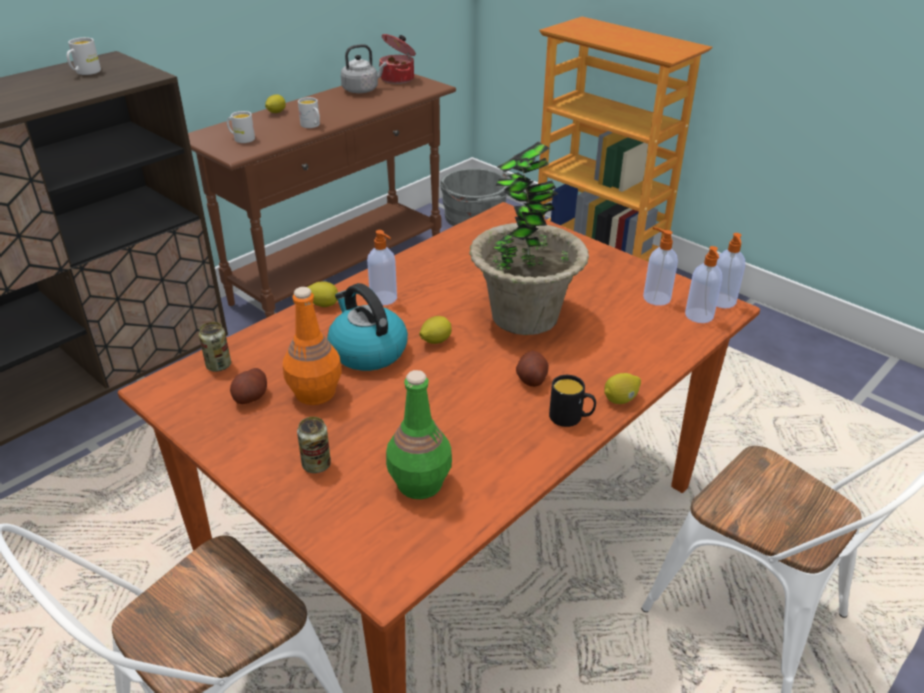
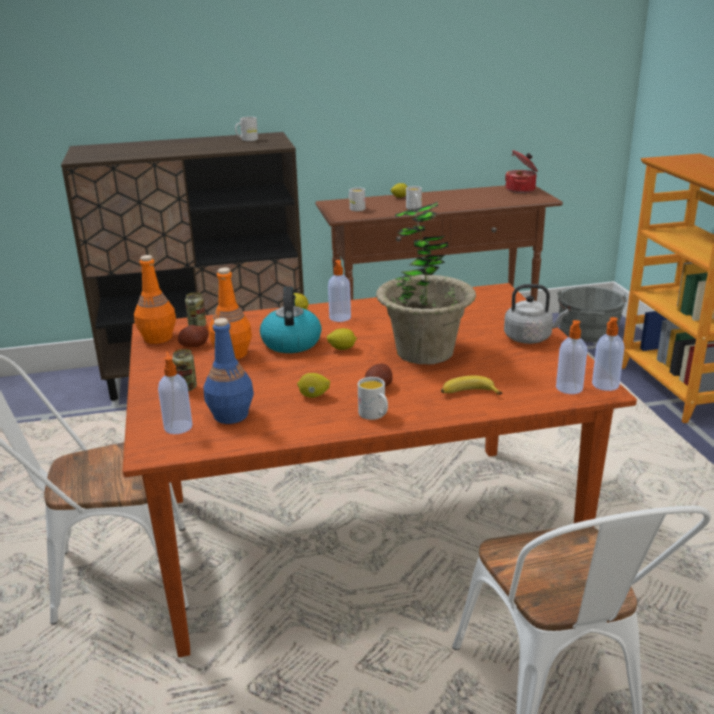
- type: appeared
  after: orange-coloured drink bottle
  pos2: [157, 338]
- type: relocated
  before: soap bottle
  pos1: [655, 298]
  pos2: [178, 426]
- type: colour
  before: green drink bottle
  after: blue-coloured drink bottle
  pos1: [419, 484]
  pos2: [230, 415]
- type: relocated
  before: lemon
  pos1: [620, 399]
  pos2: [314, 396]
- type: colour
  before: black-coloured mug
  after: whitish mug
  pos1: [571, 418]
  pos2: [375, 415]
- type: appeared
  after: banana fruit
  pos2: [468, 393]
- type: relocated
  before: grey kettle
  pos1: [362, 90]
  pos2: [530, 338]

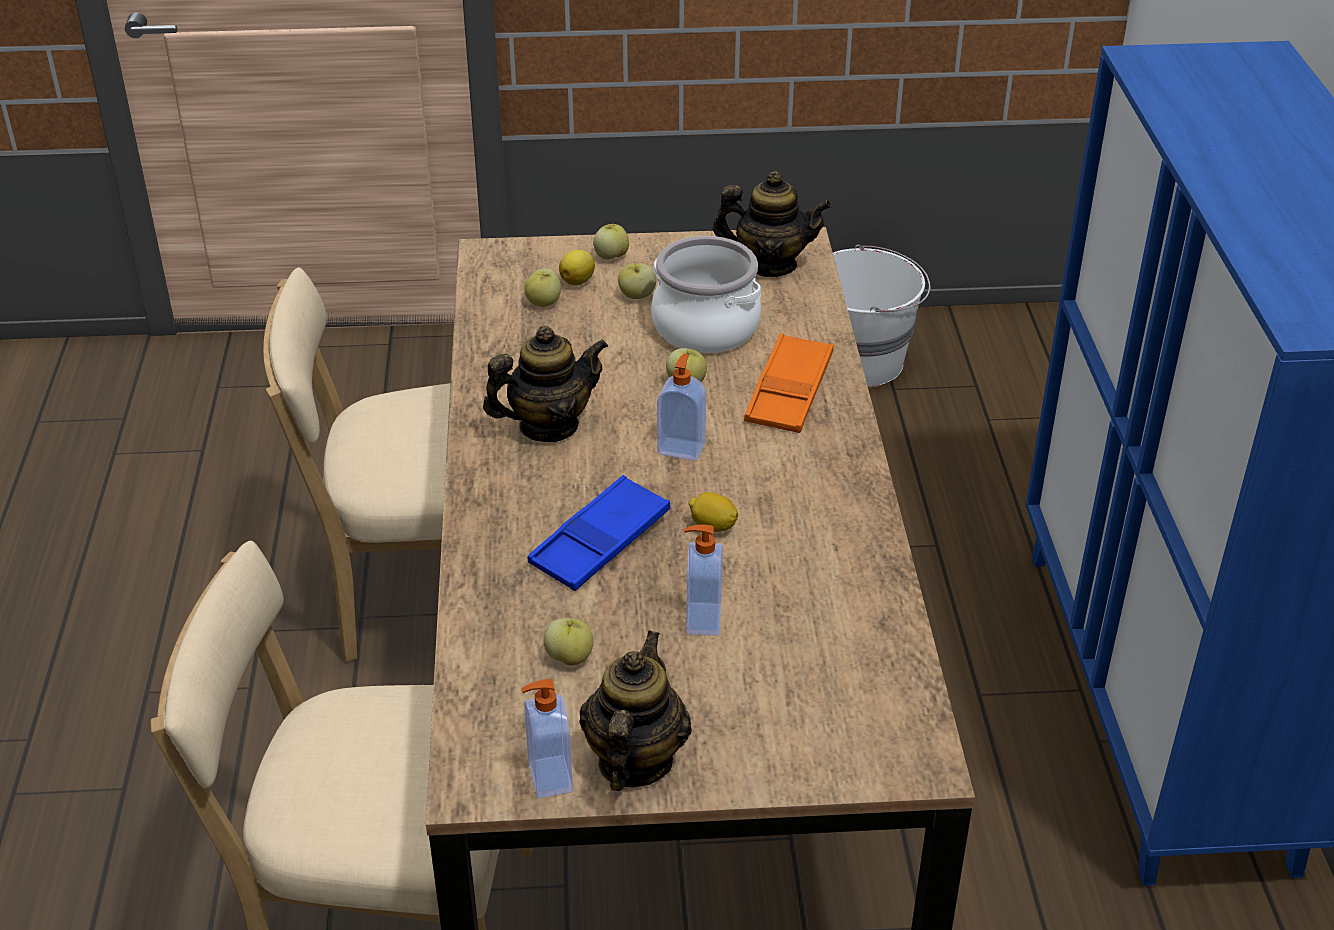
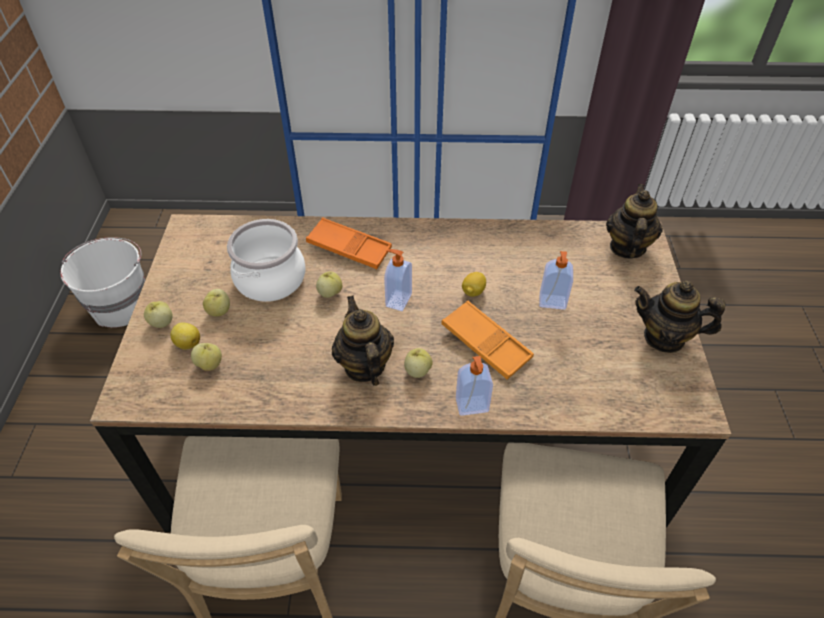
- type: relocated
  before: apple fruit
  pos1: [570, 657]
  pos2: [417, 371]
- type: colour
  before: blue-coloured serving tray
  after: orange-coloured serving tray
  pos1: [600, 542]
  pos2: [486, 343]
- type: relocated
  before: soap bottle
  pos1: [548, 777]
  pos2: [472, 406]
- type: relocated
  before: tea pot
  pos1: [770, 265]
  pos2: [626, 247]

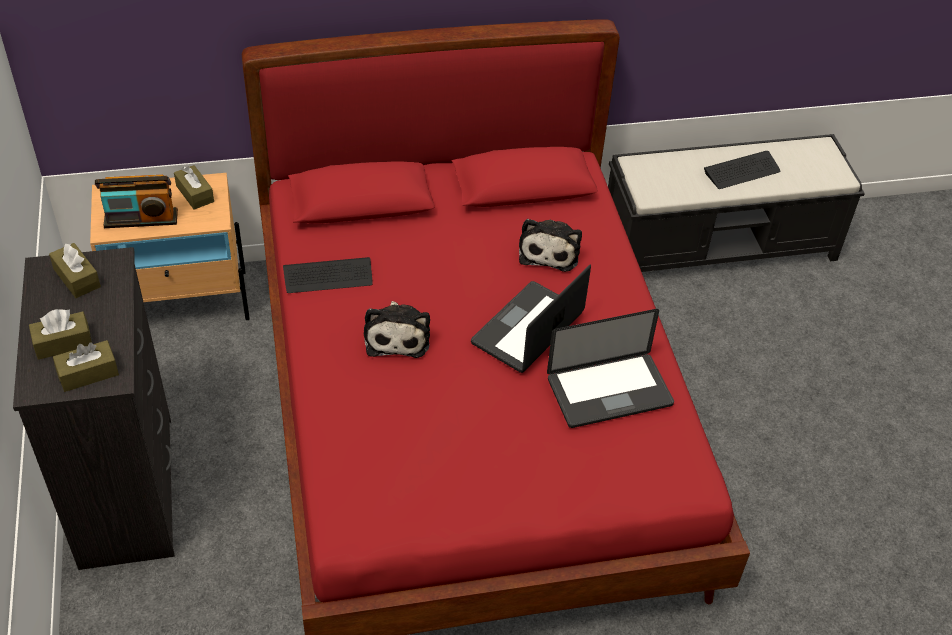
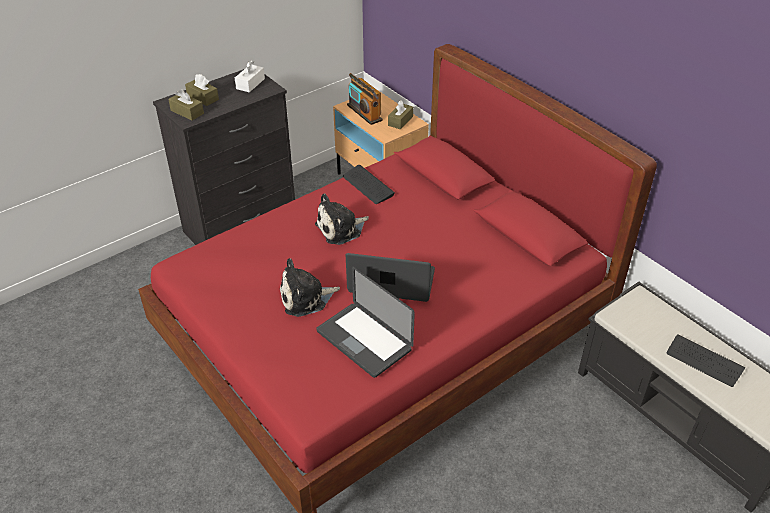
- type: colour
  before: brown-coloured tissue holder
  after: whitish tissue holder
  pos1: [77, 278]
  pos2: [250, 84]
- type: relocated
  before: soft toy
  pos1: [549, 250]
  pos2: [306, 298]

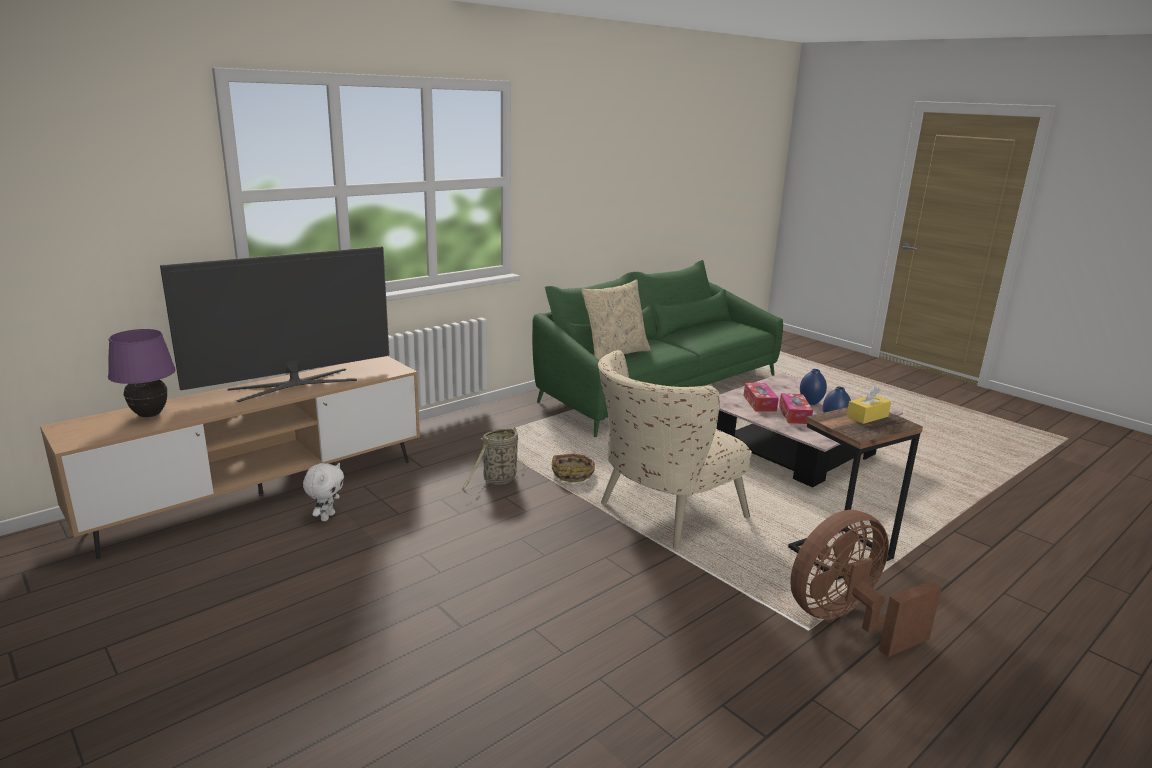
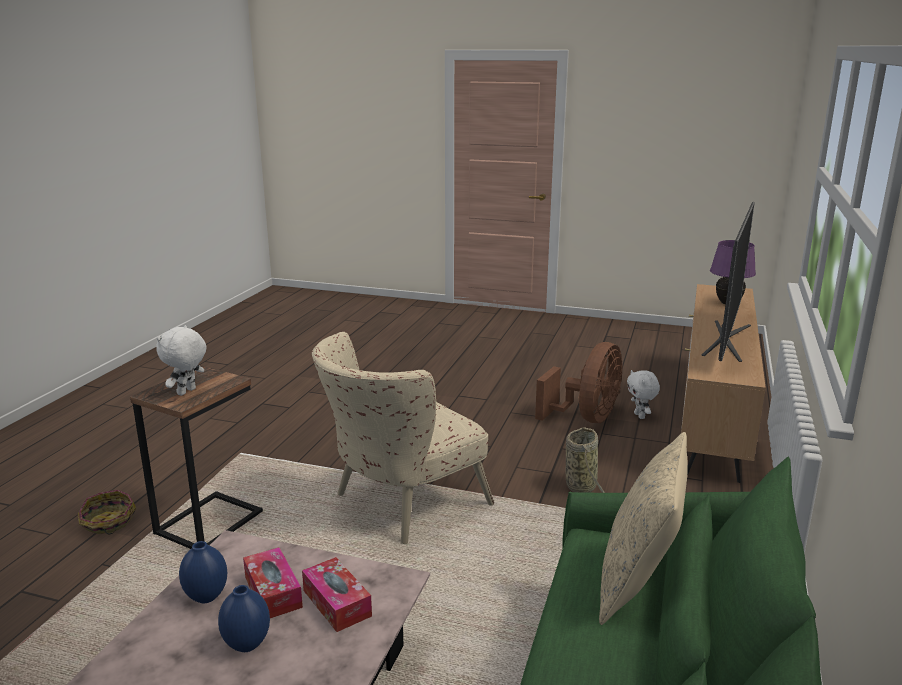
- type: relocated
  before: basket
  pos1: [573, 474]
  pos2: [108, 522]
- type: exchanged
  before: yellow tissue holder
  after: whitish soft toy
  pos1: [867, 416]
  pos2: [187, 392]
- type: spun
  before: beige-coloured armchair
  pos1: [661, 514]
  pos2: [399, 504]
  turn: -150
- type: relocated
  before: brown-coloured cooling fan
  pos1: [846, 620]
  pos2: [587, 418]

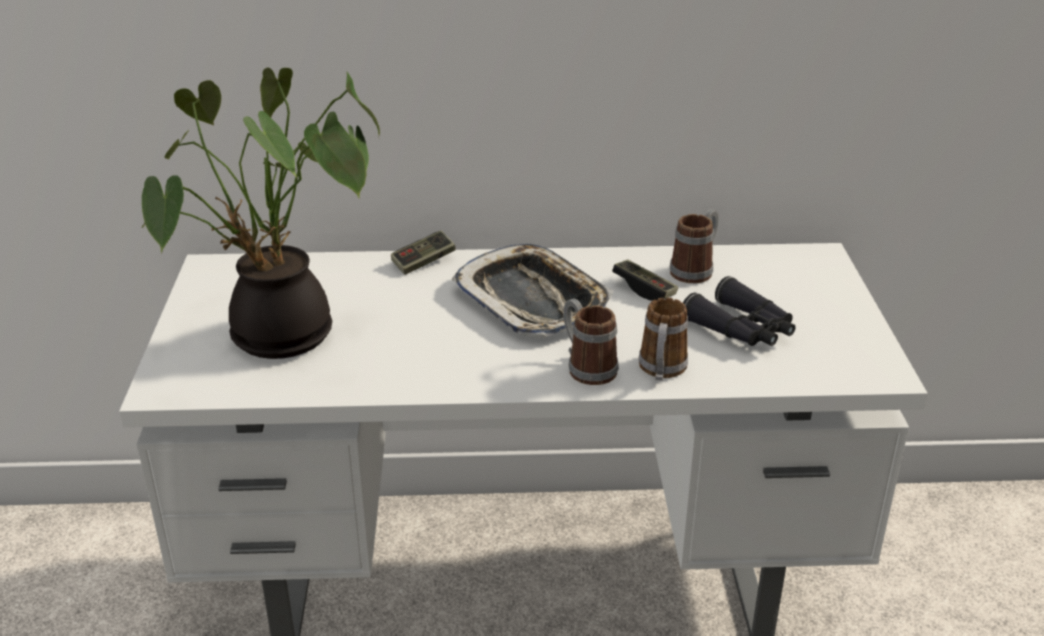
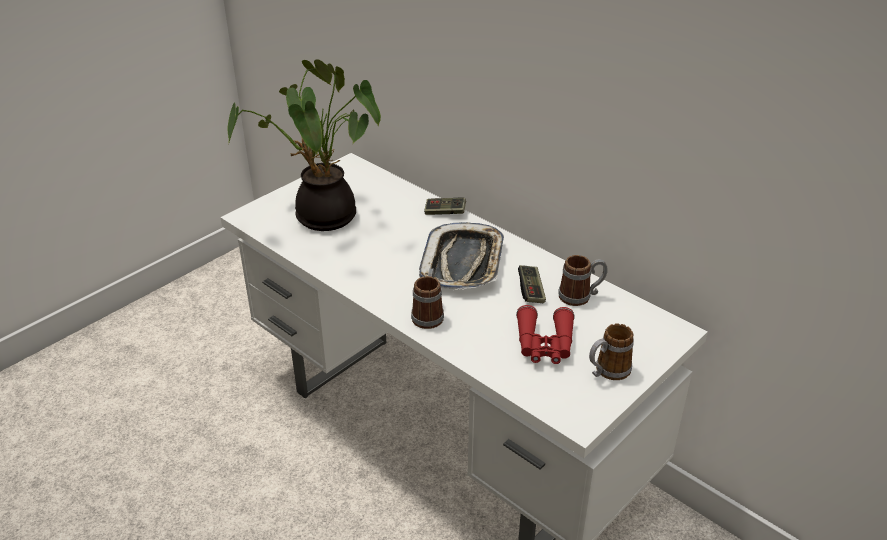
- type: colour
  before: black-coloured pair of binoculars
  after: red pair of binoculars
  pos1: [742, 329]
  pos2: [544, 344]
- type: relocated
  before: mug
  pos1: [661, 371]
  pos2: [607, 372]

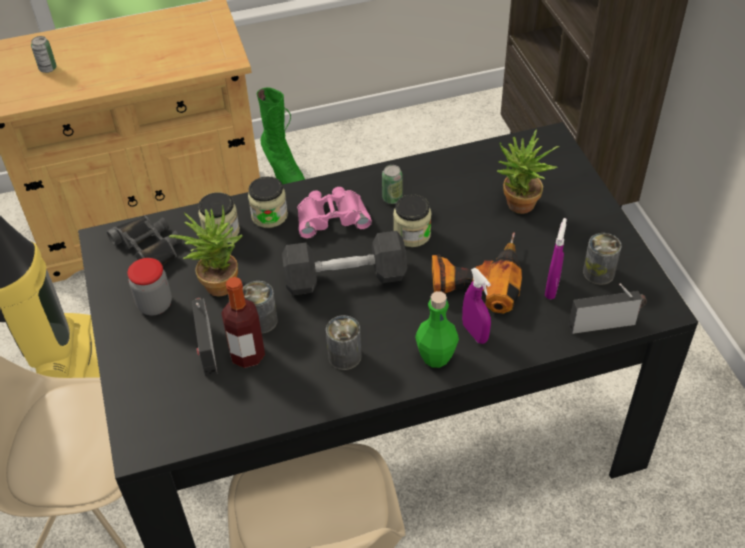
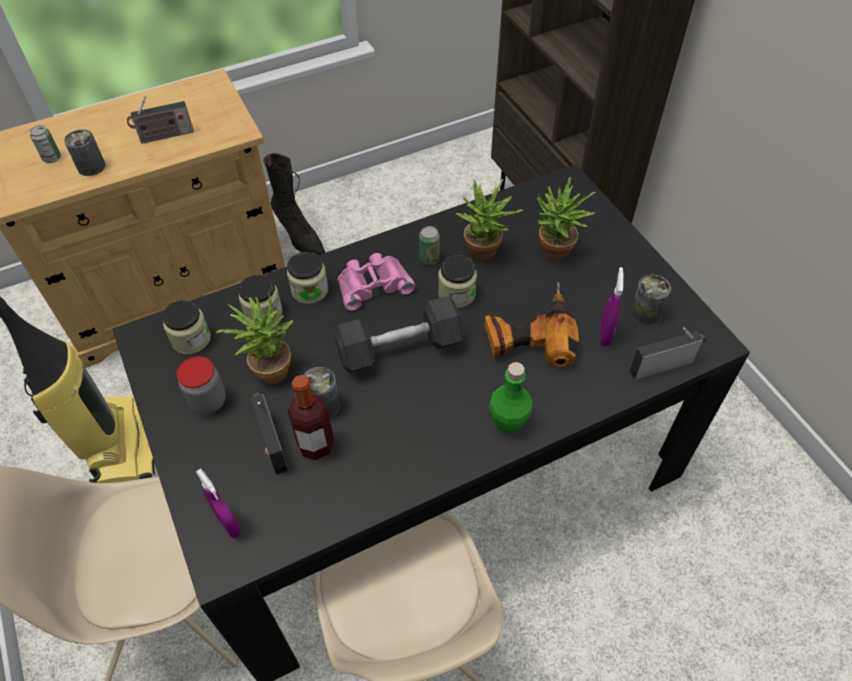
- type: relocated
  before: sealed can
  pos1: [345, 356]
  pos2: [91, 167]
- type: appeared
  after: radio receiver
  pos2: [164, 136]
- type: exchanged
  before: black-coloured pair of binoculars
  after: jar
  pos1: [149, 247]
  pos2: [191, 339]
- type: relocated
  before: purplish hand sprayer
  pos1: [475, 333]
  pos2: [228, 523]
- type: colour
  before: green tall boot
  after: black-coloured tall boot
  pos1: [286, 178]
  pos2: [299, 237]
- type: appeared
  after: houseplant
  pos2: [485, 255]

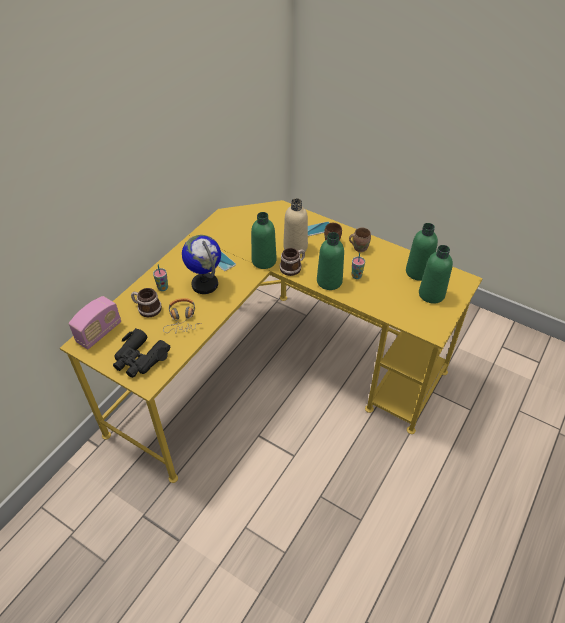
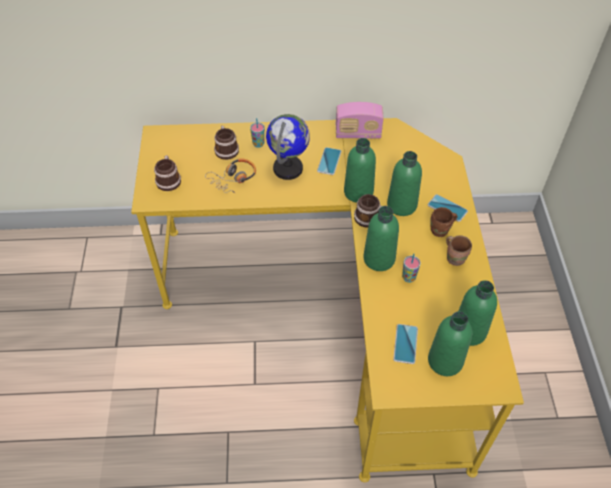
- type: exchanged
  before: black-coloured pair of binoculars
  after: mug
  pos1: [140, 359]
  pos2: [168, 179]
- type: relocated
  before: radio receiver
  pos1: [99, 333]
  pos2: [358, 133]
- type: colour
  before: beige-coloured drink bottle
  after: green drink bottle
  pos1: [295, 247]
  pos2: [402, 205]
- type: appeared
  after: phone
  pos2: [405, 344]

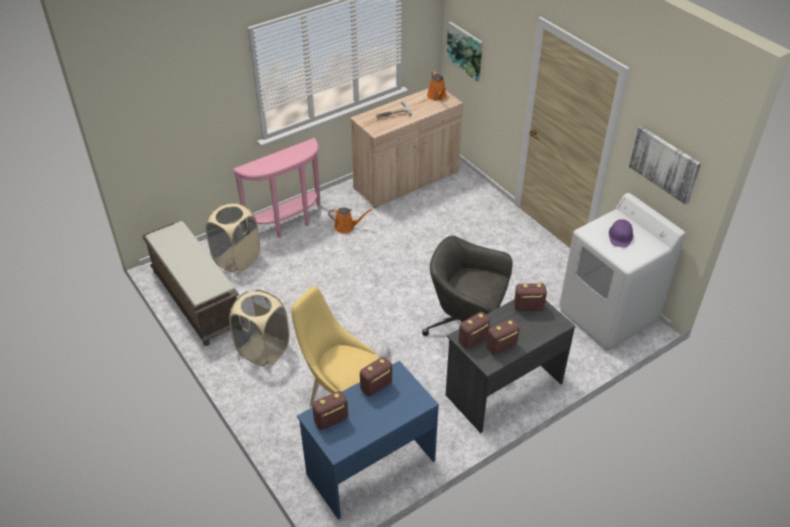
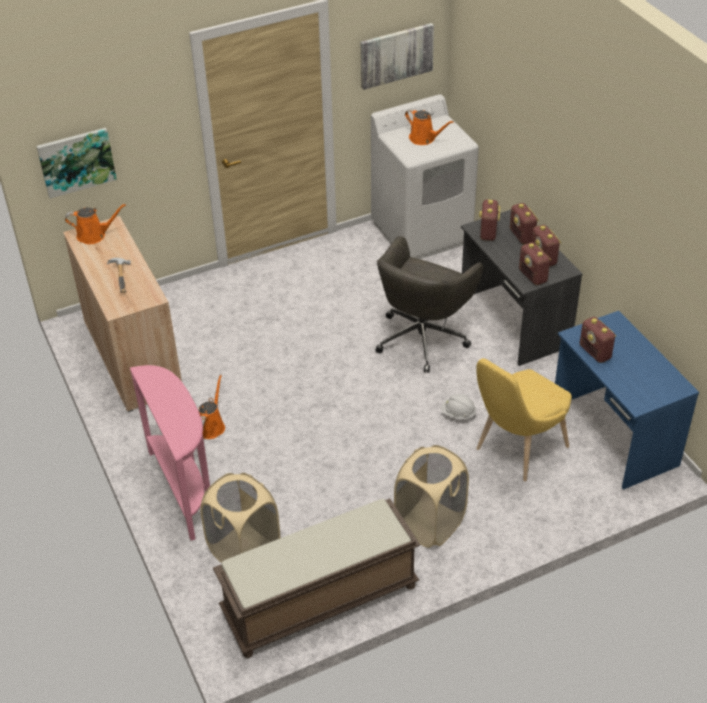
- type: exchanged
  before: purplish hard hat
  after: orange-coloured watering can
  pos1: [620, 236]
  pos2: [424, 139]
- type: relocated
  before: radio receiver
  pos1: [331, 420]
  pos2: [522, 236]

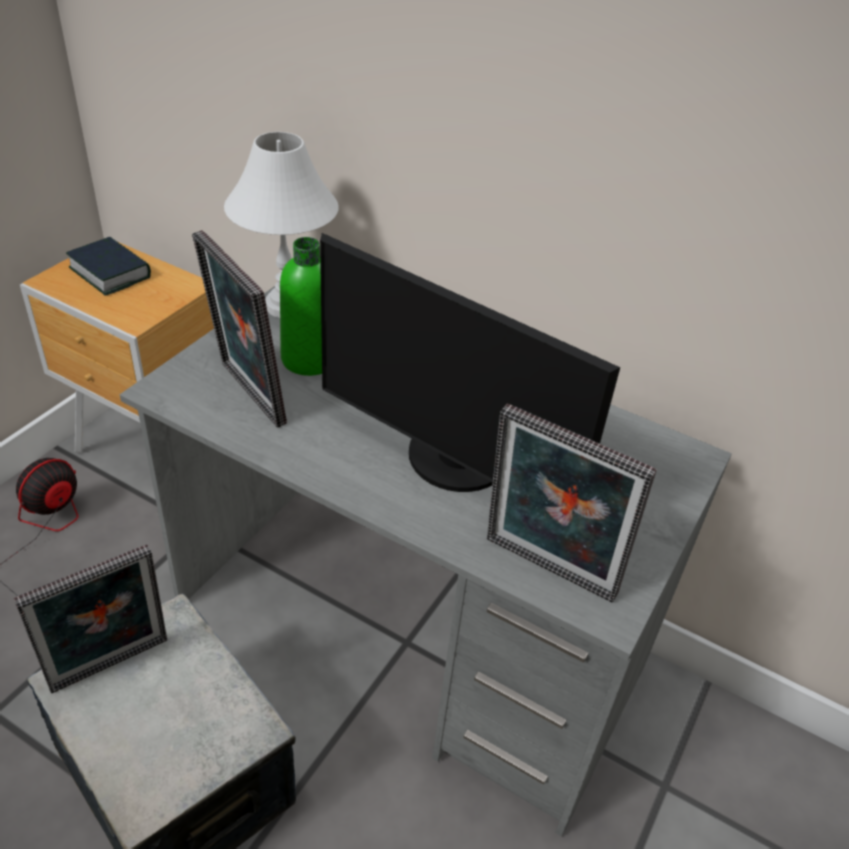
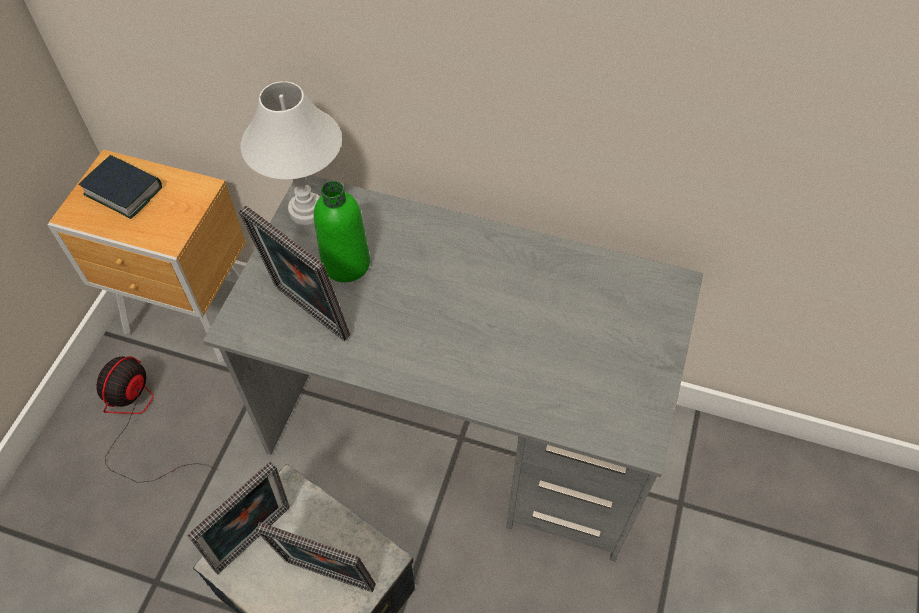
- type: relocated
  before: standing frame
  pos1: [546, 572]
  pos2: [327, 579]
- type: missing
  before: monitor
  pos1: [452, 462]

